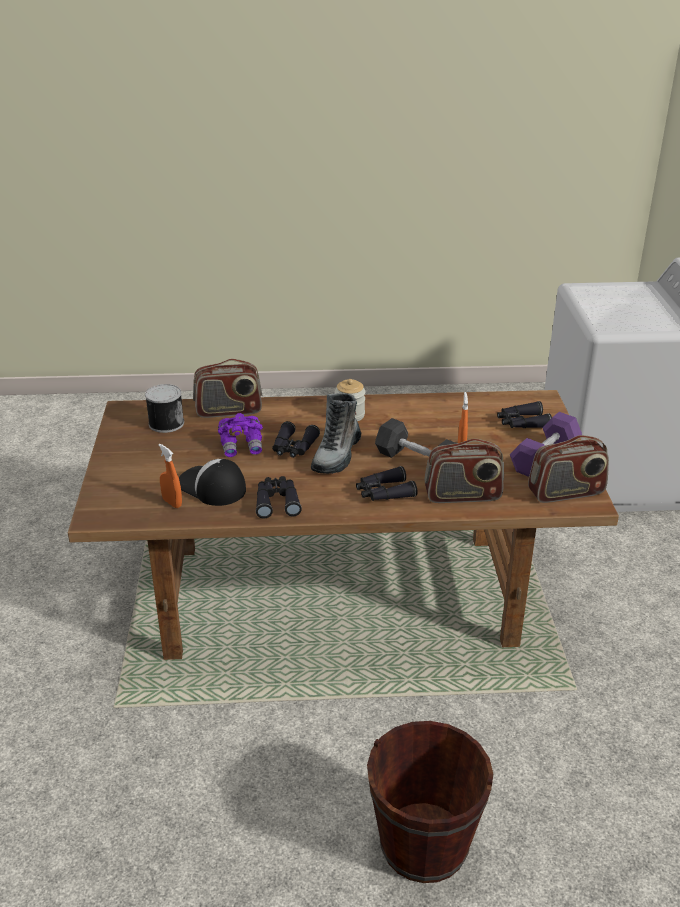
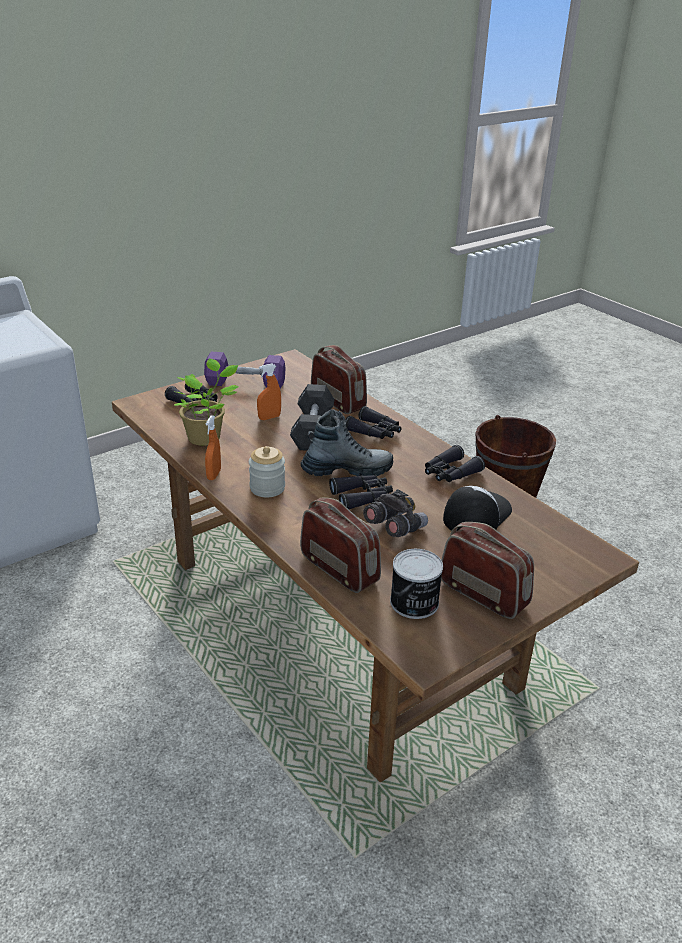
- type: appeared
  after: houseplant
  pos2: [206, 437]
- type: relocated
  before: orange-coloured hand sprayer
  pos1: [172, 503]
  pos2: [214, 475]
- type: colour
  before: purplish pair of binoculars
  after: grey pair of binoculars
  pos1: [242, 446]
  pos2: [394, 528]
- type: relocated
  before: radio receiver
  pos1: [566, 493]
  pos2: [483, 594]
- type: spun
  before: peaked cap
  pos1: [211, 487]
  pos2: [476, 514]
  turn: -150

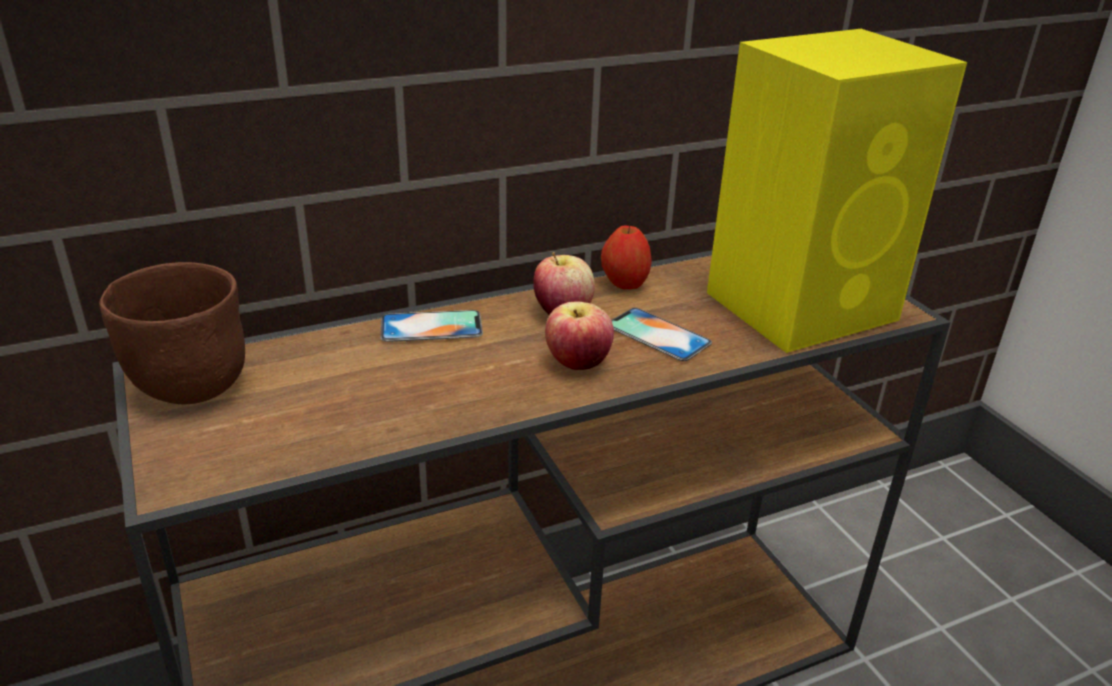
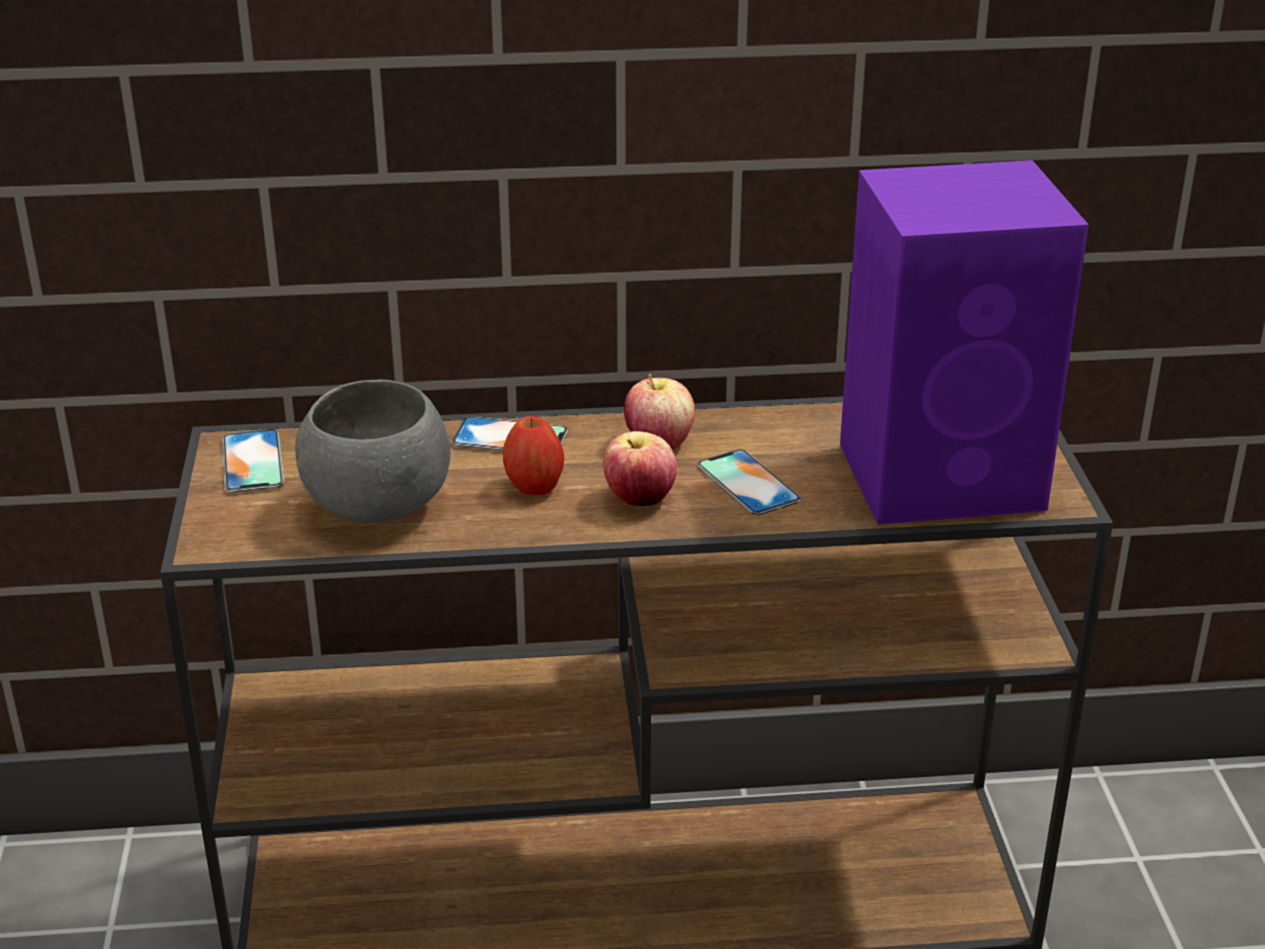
- type: exchanged
  before: brown-coloured bowl
  after: phone
  pos1: [189, 387]
  pos2: [252, 461]
- type: appeared
  after: grey bowl
  pos2: [376, 507]
- type: relocated
  before: apple fruit
  pos1: [624, 284]
  pos2: [534, 487]
- type: colour
  before: yellow loudspeaker
  after: purplish loudspeaker
  pos1: [804, 305]
  pos2: [946, 476]

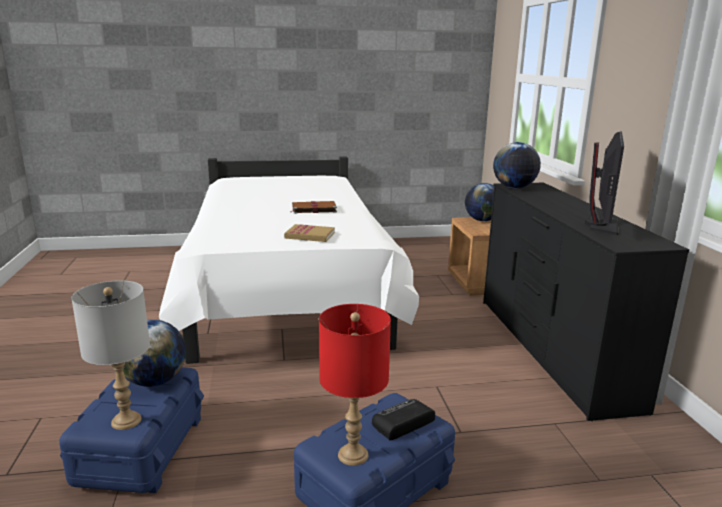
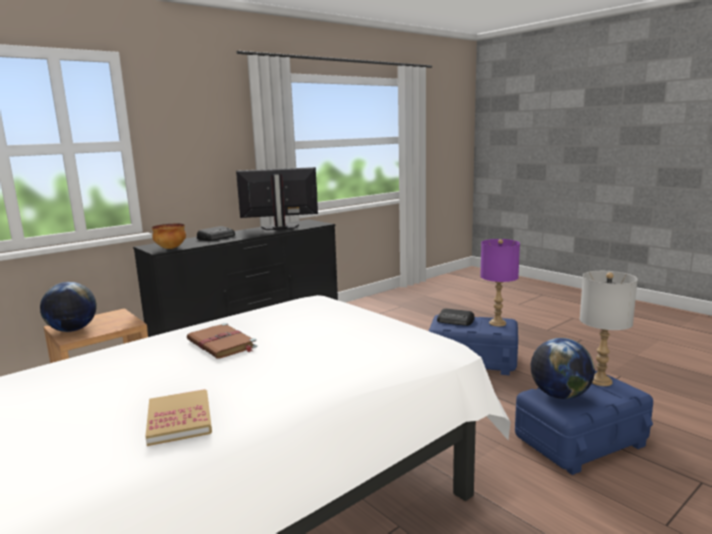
- type: relocated
  before: bound book
  pos1: [310, 235]
  pos2: [179, 419]
- type: exchanged
  before: desk globe
  after: bowl
  pos1: [514, 187]
  pos2: [171, 248]
- type: appeared
  after: radio receiver
  pos2: [217, 237]
- type: colour
  before: red table lamp
  after: purplish table lamp
  pos1: [353, 455]
  pos2: [497, 323]

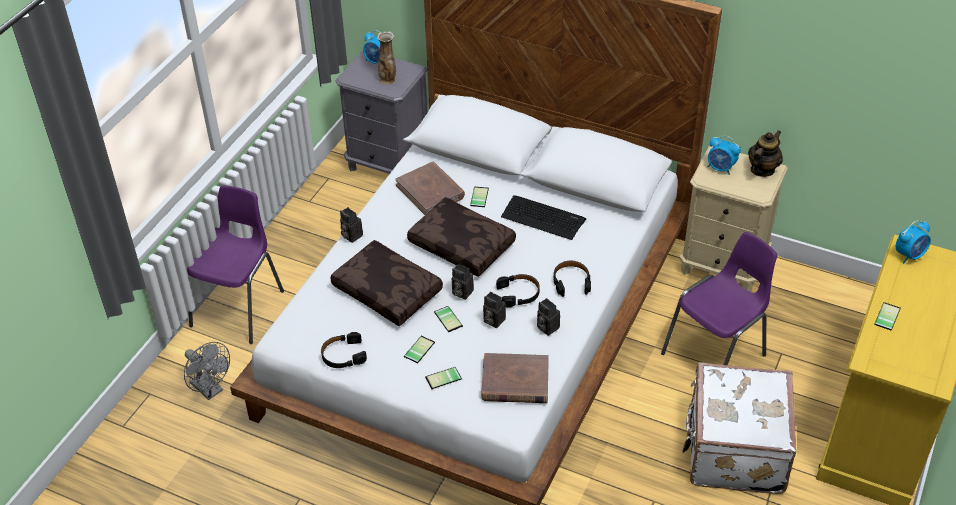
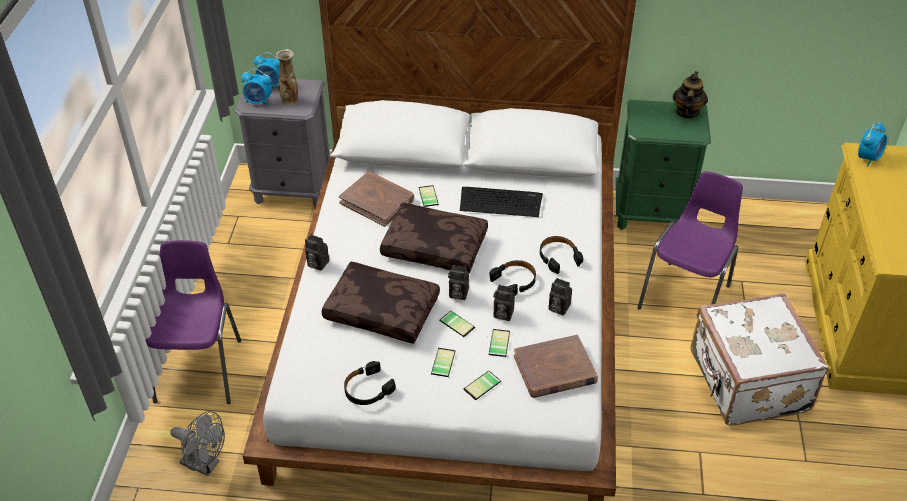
- type: relocated
  before: bedside clock
  pos1: [720, 168]
  pos2: [259, 102]
- type: relocated
  before: phone
  pos1: [885, 315]
  pos2: [497, 342]
- type: colour
  before: beige-coloured bedside table
  after: green bedside table
  pos1: [723, 266]
  pos2: [652, 214]

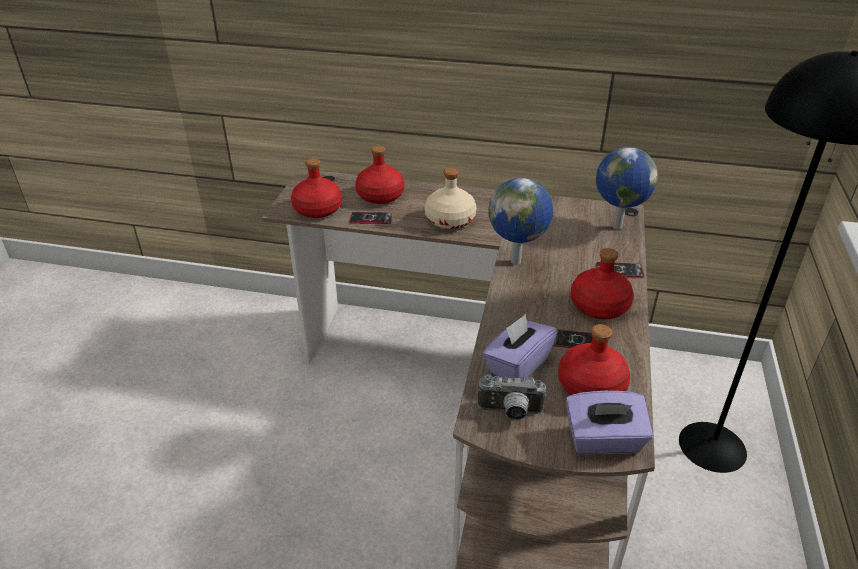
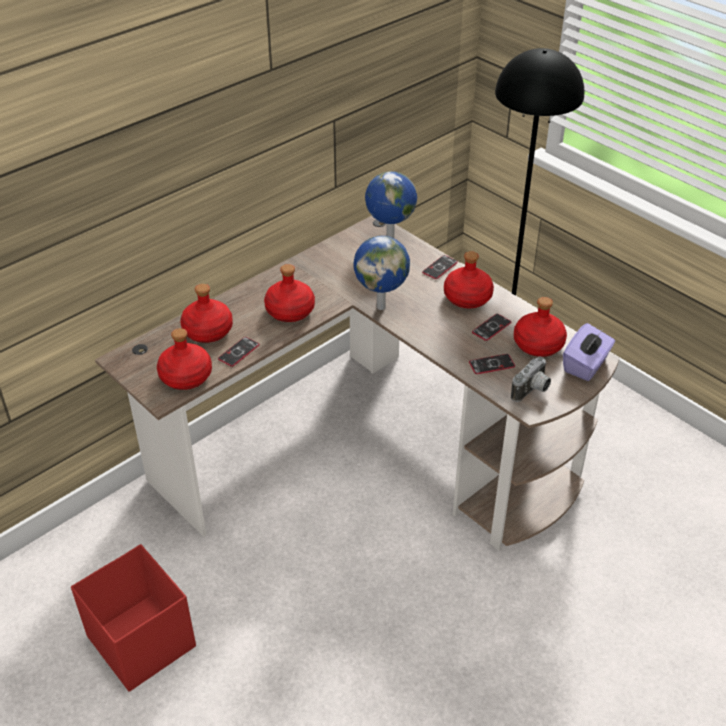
- type: appeared
  after: red storage bin
  pos2: [141, 640]
- type: colour
  before: beige-coloured drink bottle
  after: red drink bottle
  pos1: [450, 220]
  pos2: [290, 311]
- type: exchanged
  before: purplish tissue holder
  after: phone
  pos1: [517, 365]
  pos2: [491, 365]

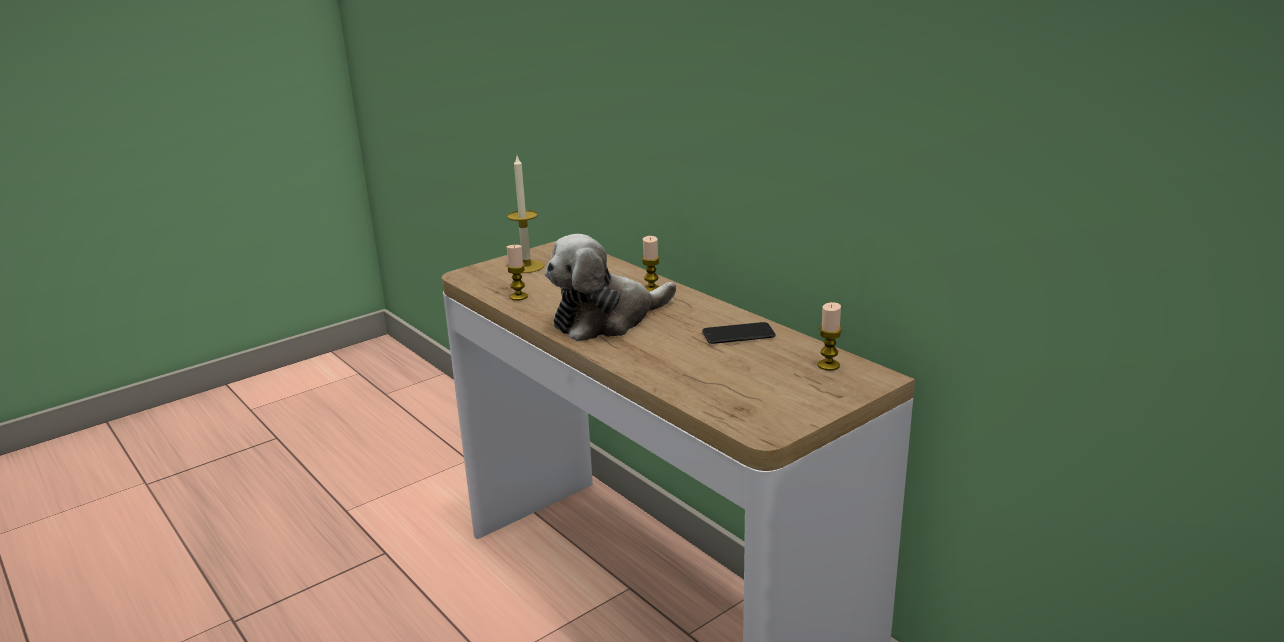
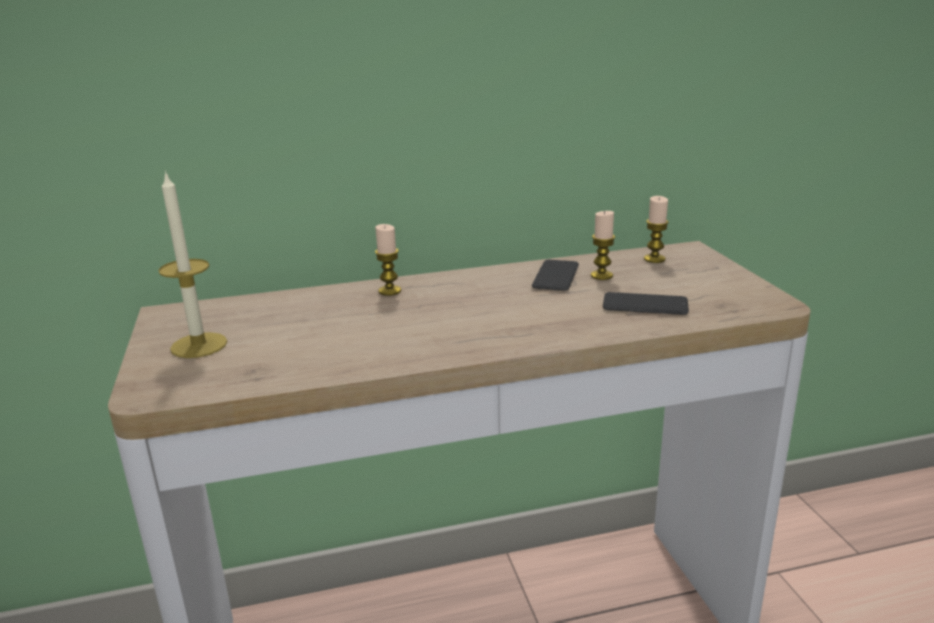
- type: relocated
  before: wax light
  pos1: [518, 297]
  pos2: [601, 275]
- type: appeared
  after: phone
  pos2: [645, 305]
- type: missing
  before: soft toy
  pos1: [607, 320]

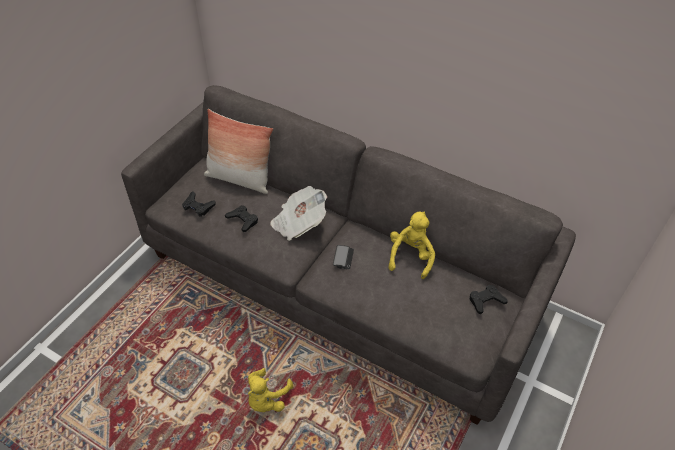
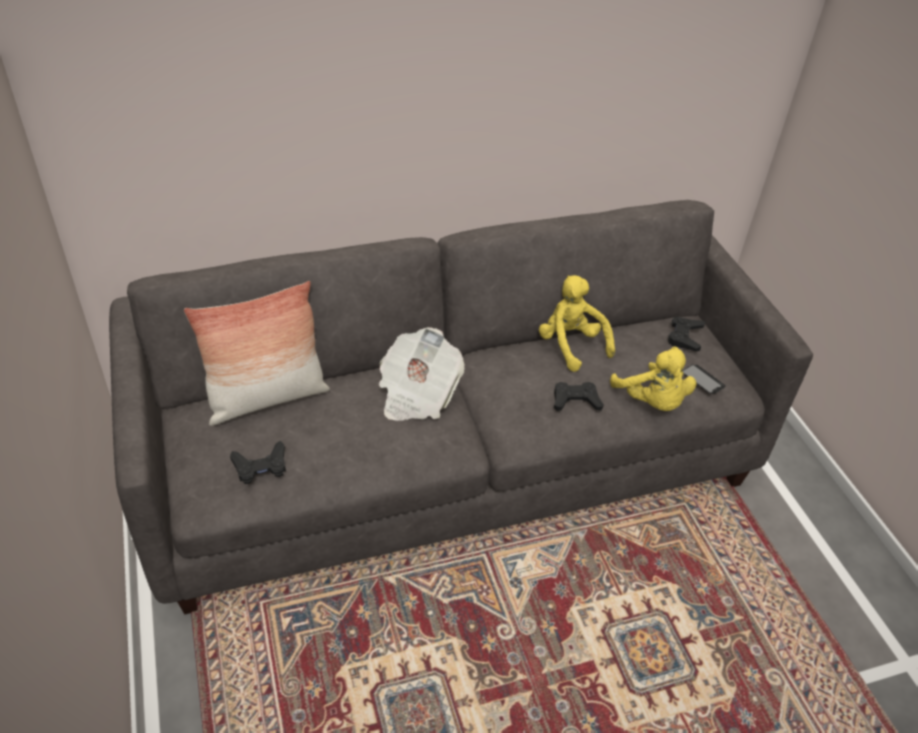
- type: relocated
  before: black-coloured game controller
  pos1: [243, 220]
  pos2: [575, 400]
- type: relocated
  before: yellow soft toy
  pos1: [267, 399]
  pos2: [652, 402]
- type: relocated
  before: phone
  pos1: [343, 257]
  pos2: [702, 380]

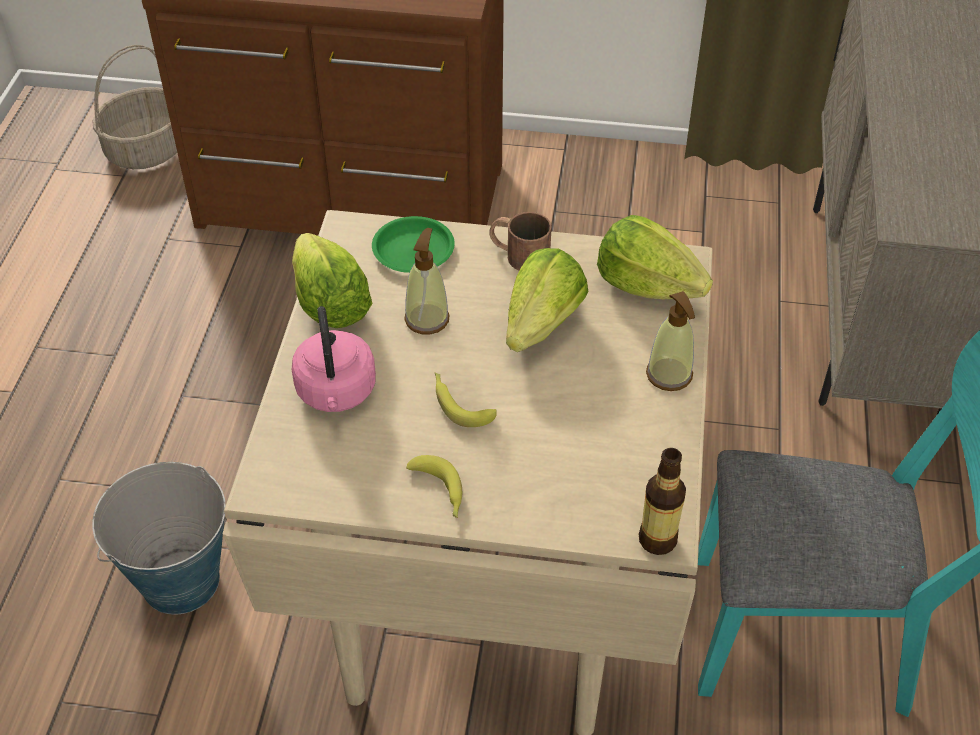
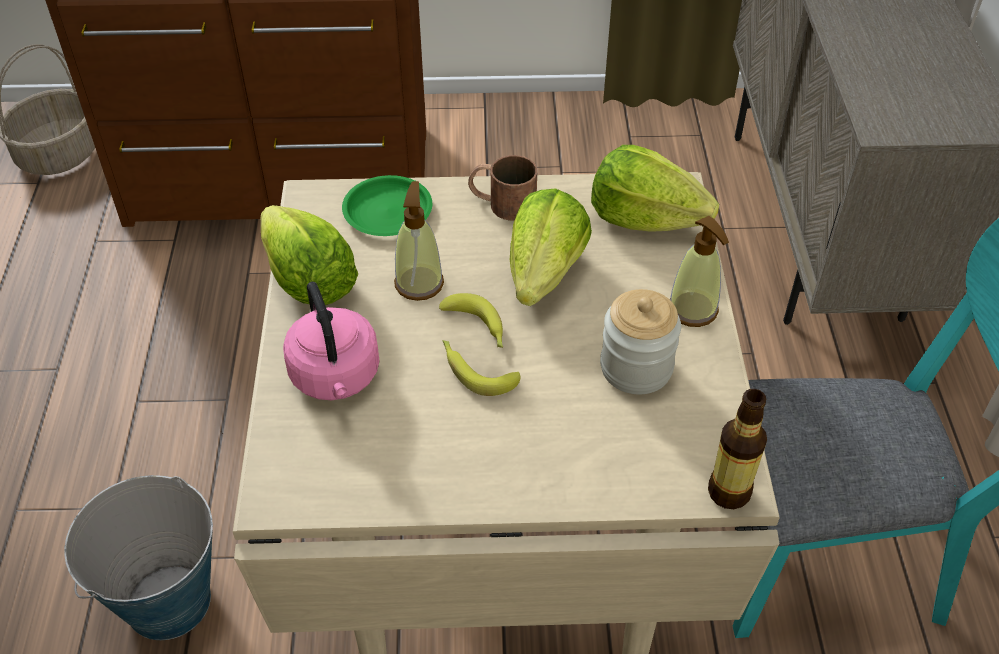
- type: relocated
  before: banana fruit
  pos1: [440, 492]
  pos2: [477, 327]
- type: appeared
  after: jar
  pos2: [636, 367]

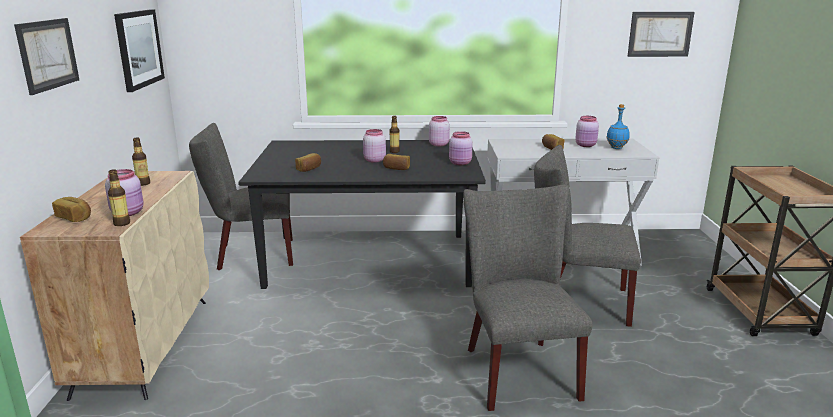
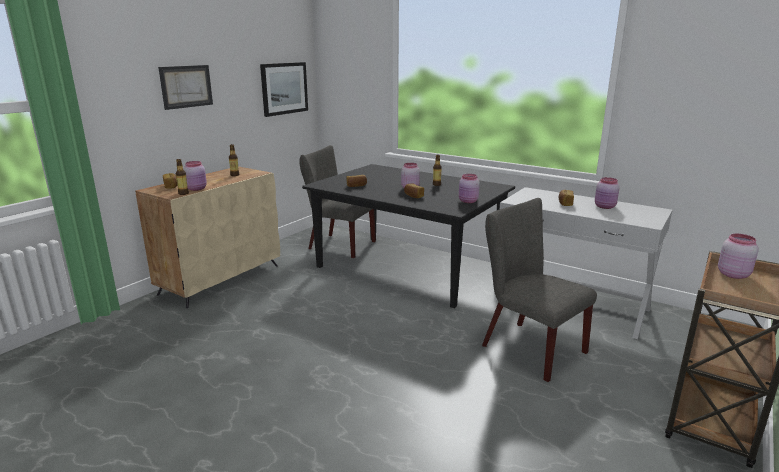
- type: relocated
  before: pink jar
  pos1: [438, 144]
  pos2: [732, 274]
- type: missing
  before: grey plain chair
  pos1: [517, 368]
- type: missing
  before: blue-coloured drink bottle
  pos1: [616, 148]
- type: missing
  before: wall picture
  pos1: [660, 34]

